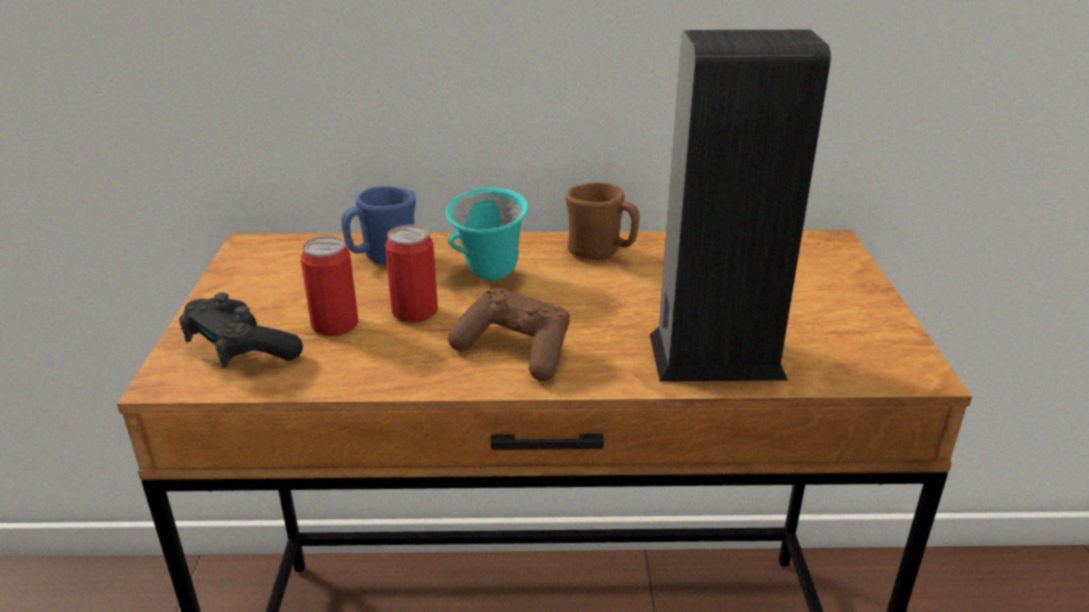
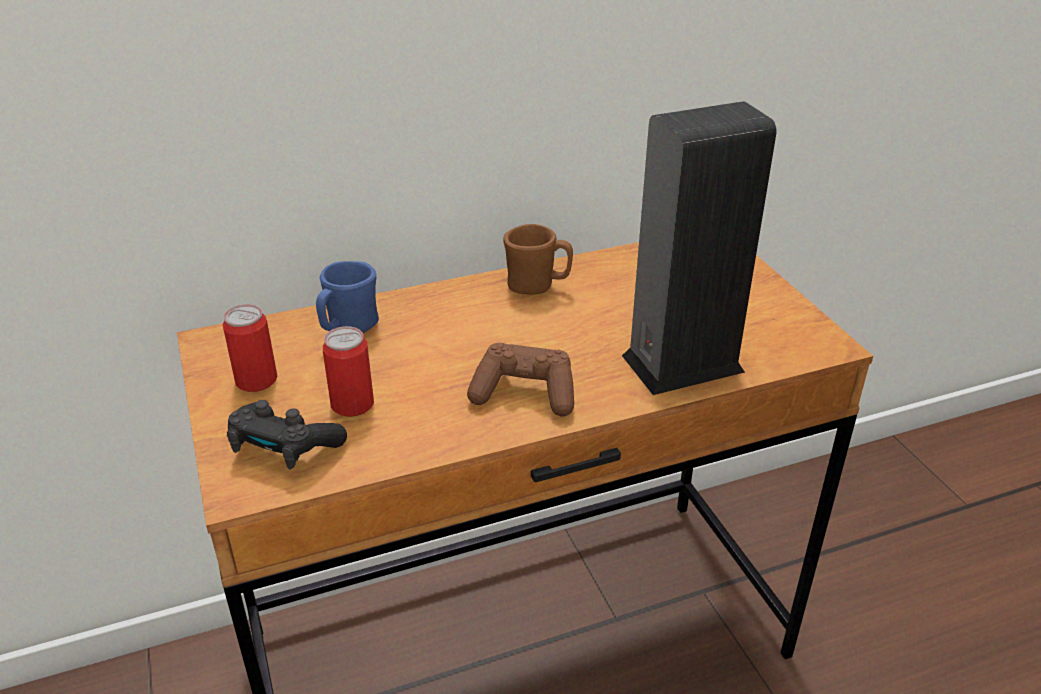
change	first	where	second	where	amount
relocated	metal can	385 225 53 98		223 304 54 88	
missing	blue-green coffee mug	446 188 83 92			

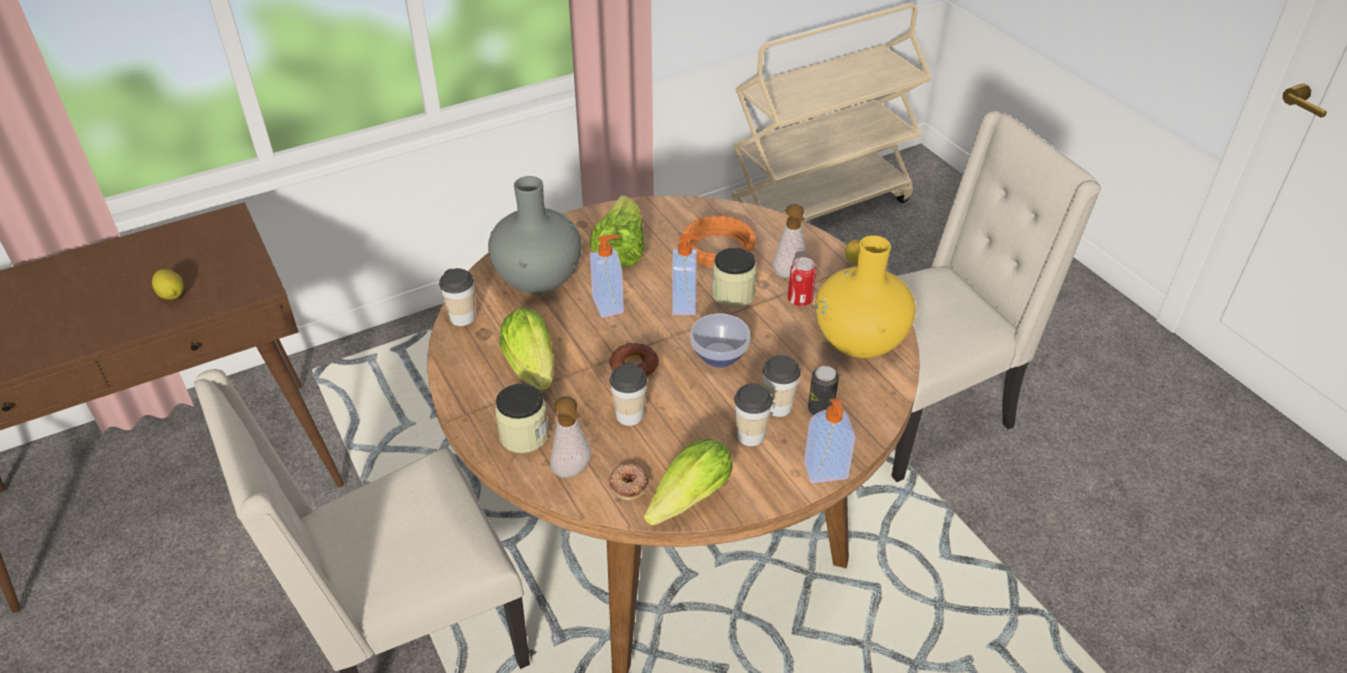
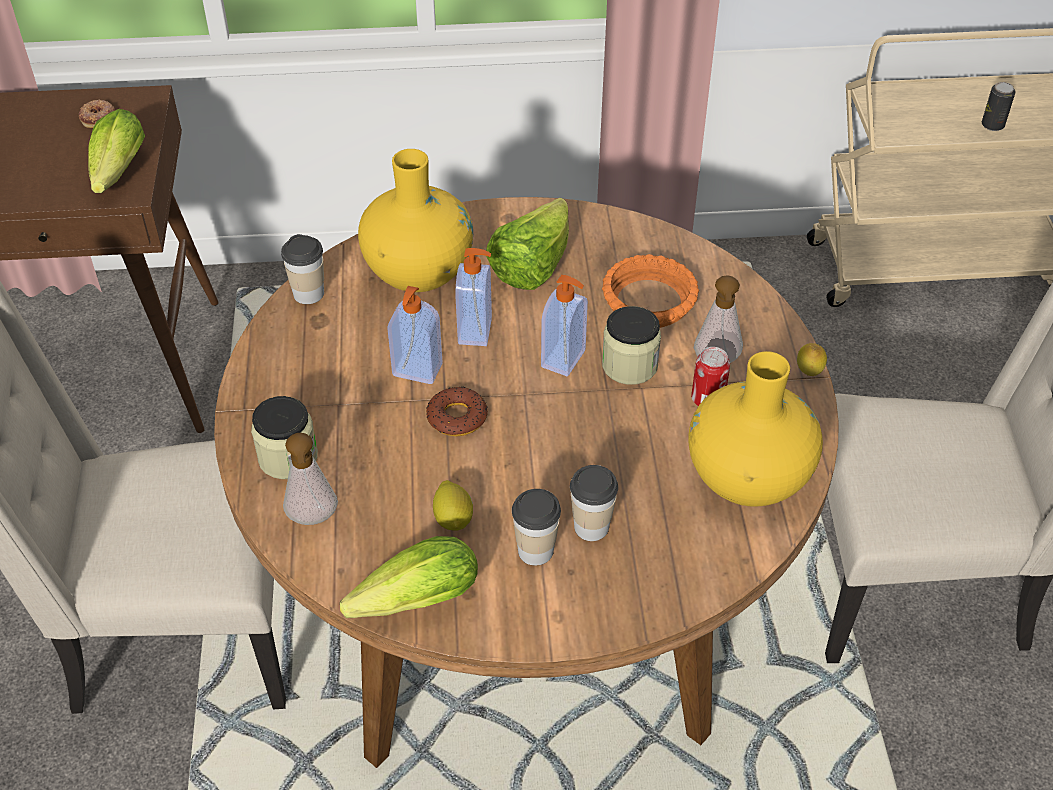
change	first	where	second	where	amount
relocated	doughnut	609 464 40 37		79 100 36 28	
relocated	head of lettuce	499 308 55 82		88 109 57 84	
colour	grey flower vase	488 176 94 118	yellow flower vase	358 149 115 143	
relocated	soap dispenser	804 398 52 85		387 286 56 98	
relocated	citrus fruit	152 269 32 31		433 480 40 51	
relocated	metal can	808 366 31 49		982 82 33 49	
missing	drinking cup	609 364 38 62			
missing	serving bowl	690 314 60 53			

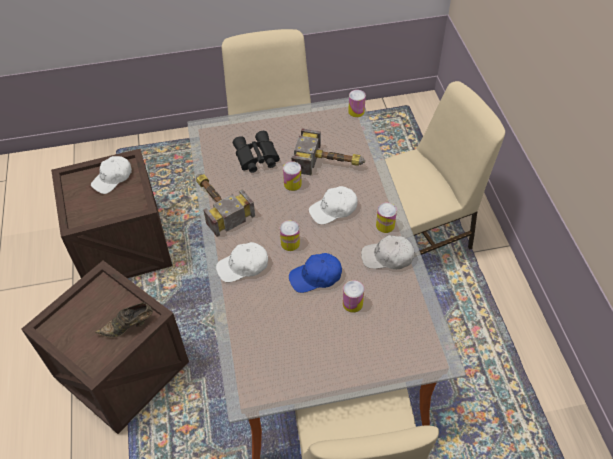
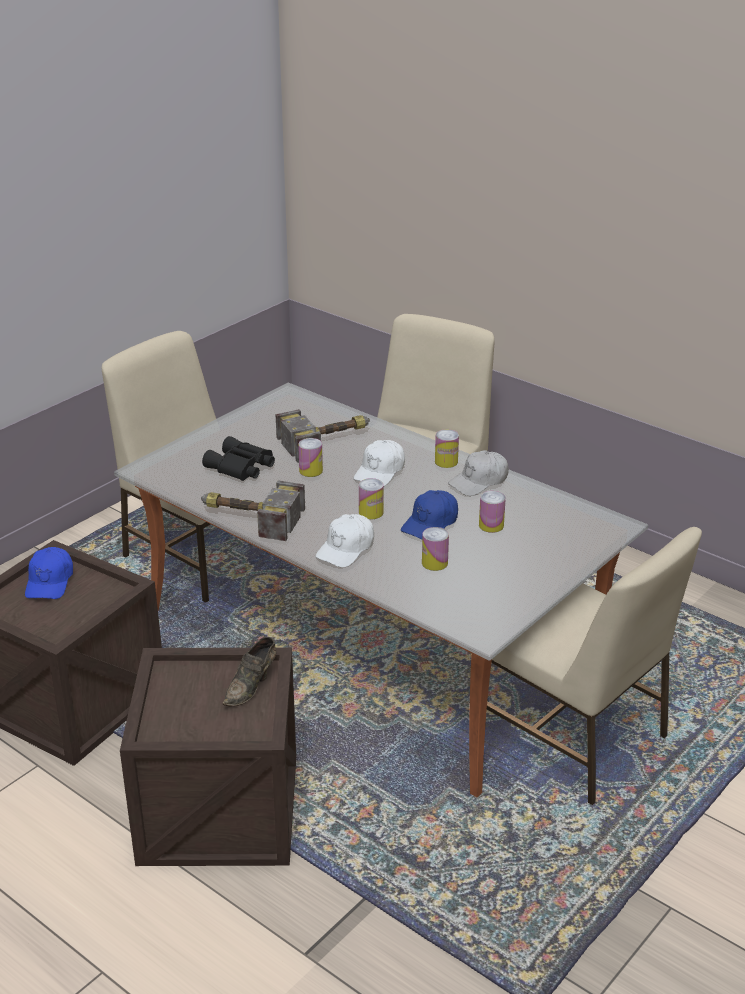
change	first	where	second	where	amount
colour	white-coloured cap	91 156 41 38	blue cap	25 547 48 52	
relocated	metal can	348 90 18 27		422 527 27 44	

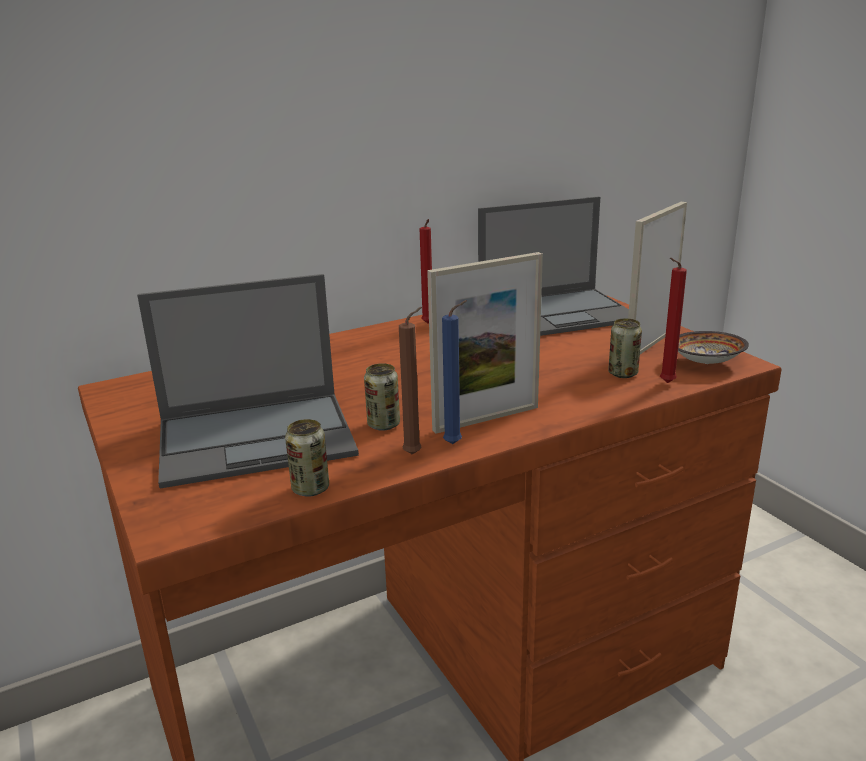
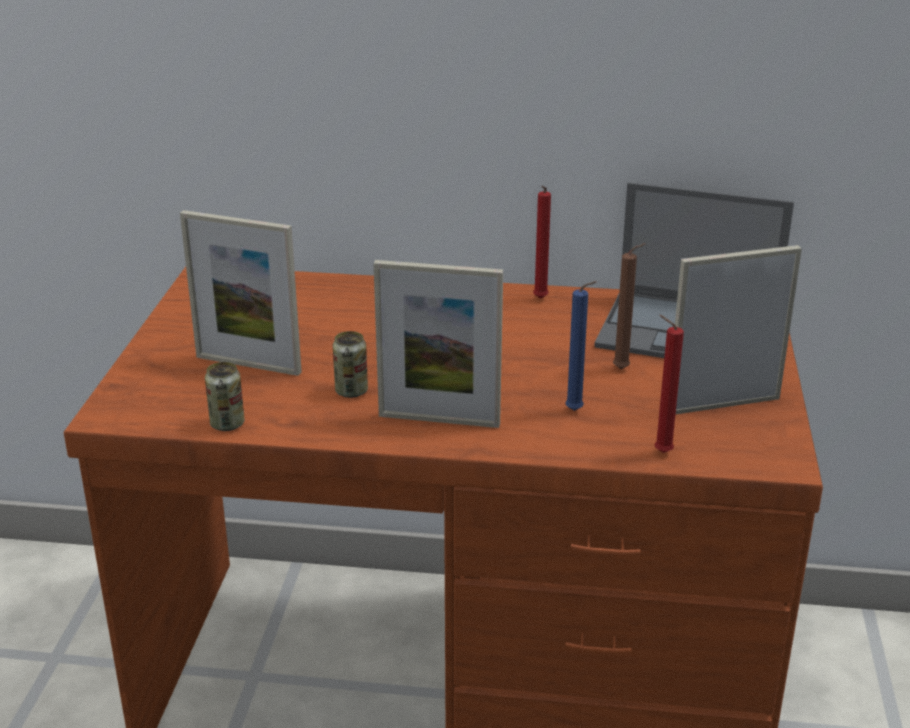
change	first	where	second	where	amount
exchanged	laptop	137 274 222 215	picture frame	180 210 122 166	
relocated	blue wax candle	442 300 25 144		565 281 31 130	
relocated	brown wax candle	399 307 23 148		613 243 33 126	
missing	metal can	608 318 34 60			
missing	serving bowl	678 331 71 33			

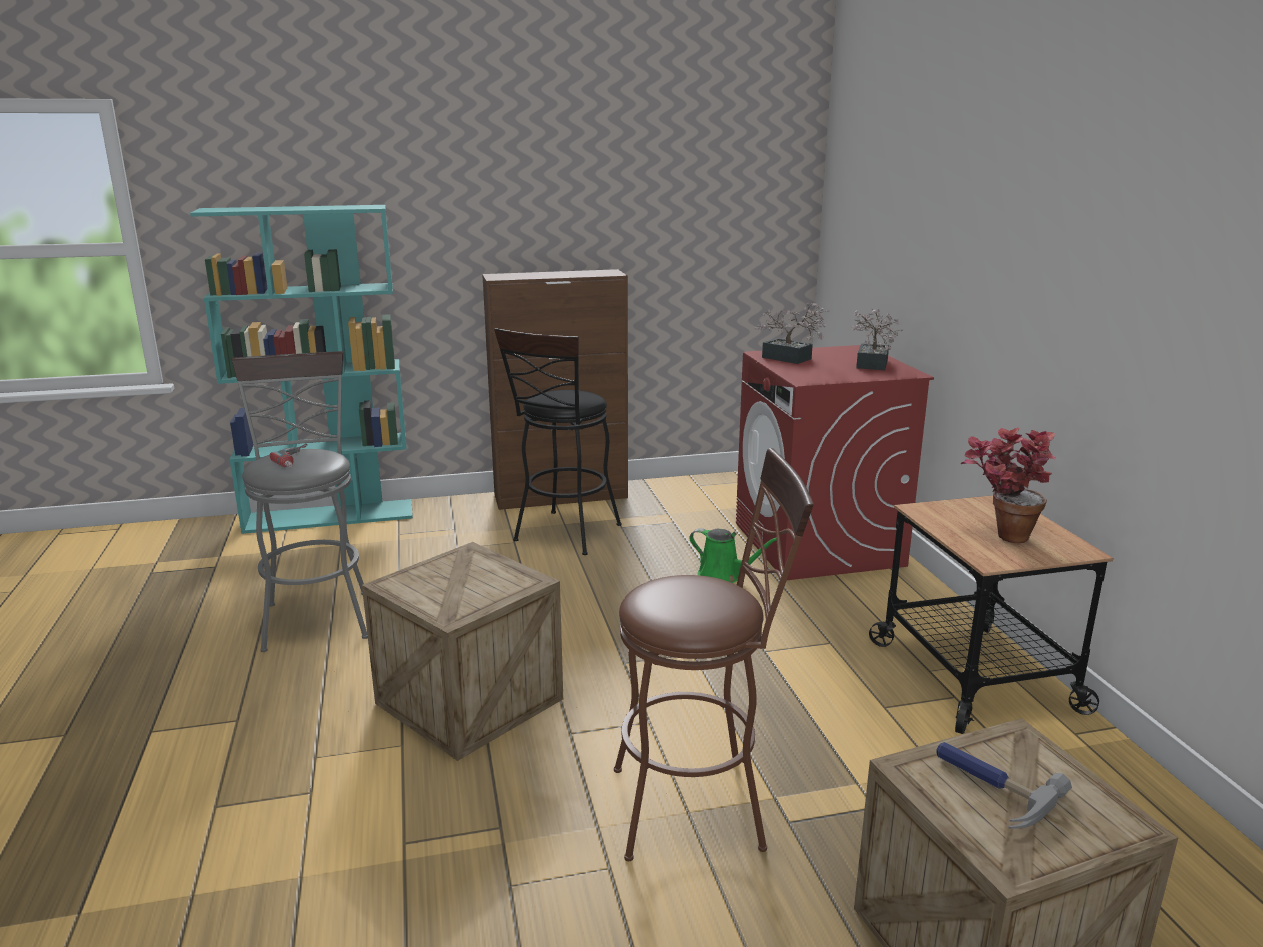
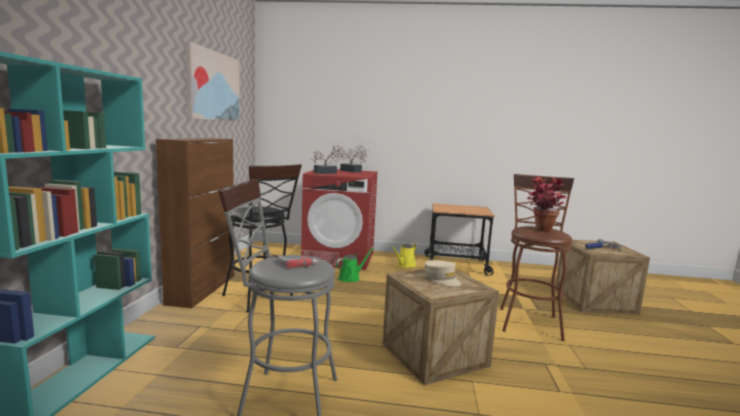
change	first	where	second	where	amount
appeared			wall picture	185 41 55 80	
appeared			yellow watering pot	391 243 25 25	
appeared			beige cap	425 260 36 26	
relocated	plant in a pot	961 428 95 115		527 176 40 56	

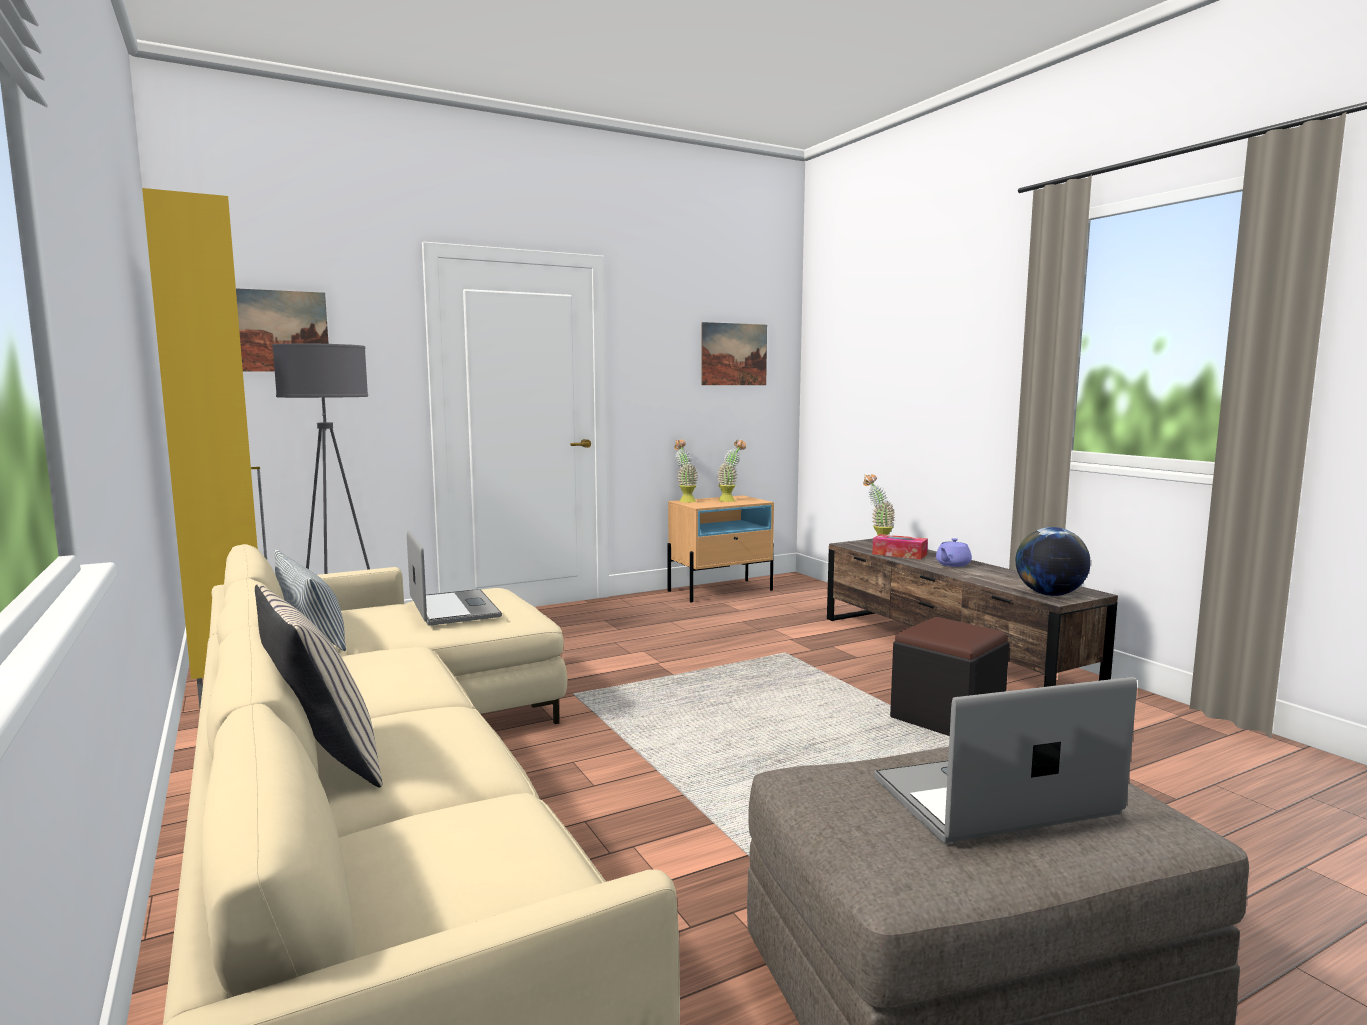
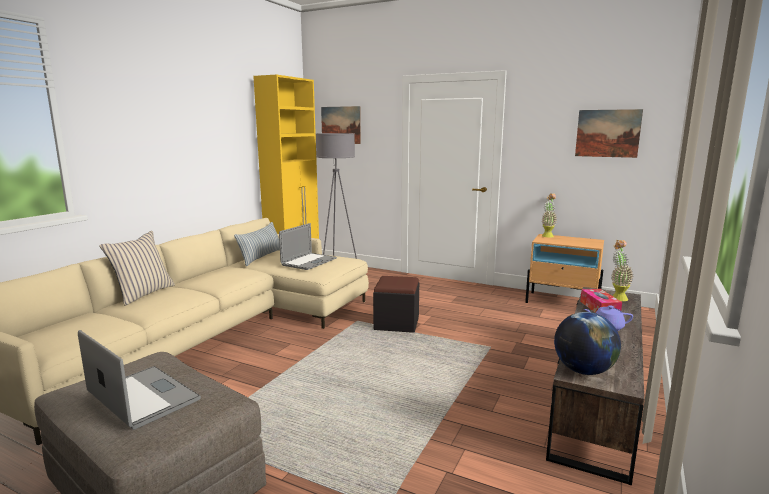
change	first	where	second	where	amount
relocated	black footrest	890 617 119 119		373 276 46 57	
missing	plant in a pot	717 440 29 62			

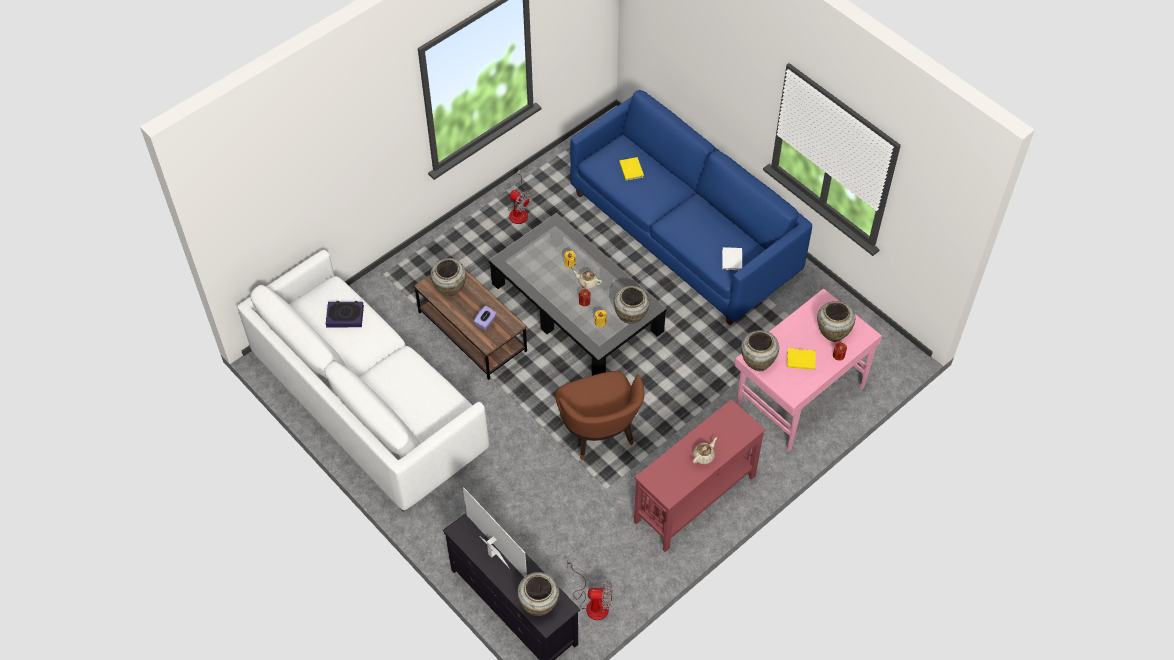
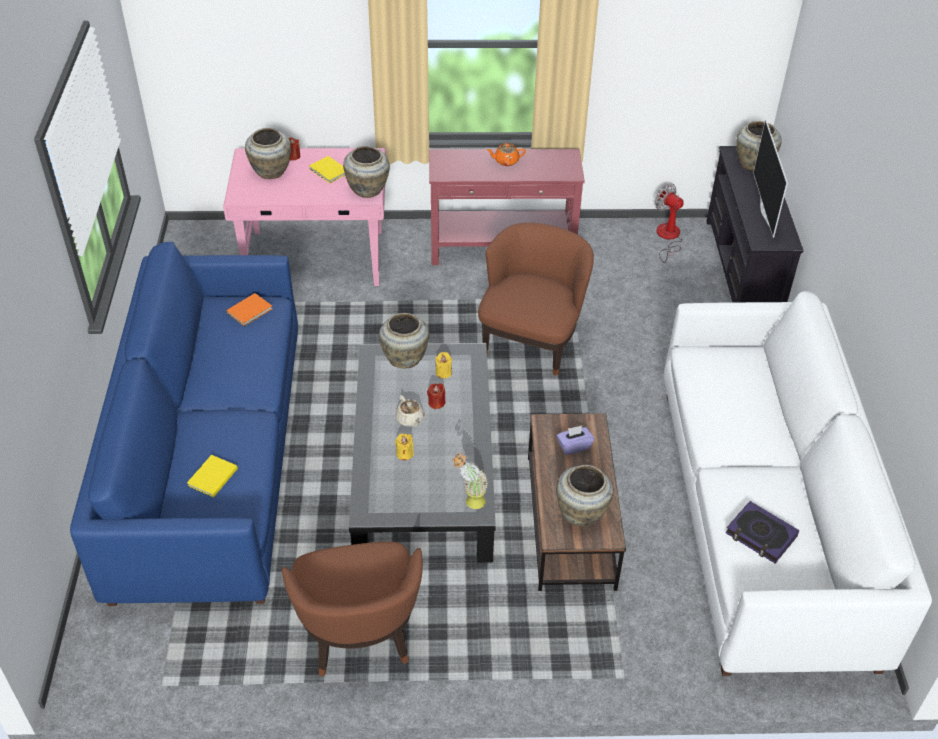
change	first	where	second	where	amount
colour	white-coloured bound book	722 247 20 23	orangey bound book	227 293 45 33	
exchanged	electric fan	508 169 24 55	brown lounge chair	282 542 141 135	
appeared			plant in a pot	452 453 36 56	
colour	beige pot for tea	693 438 24 26	orangey pot for tea	486 143 40 23	

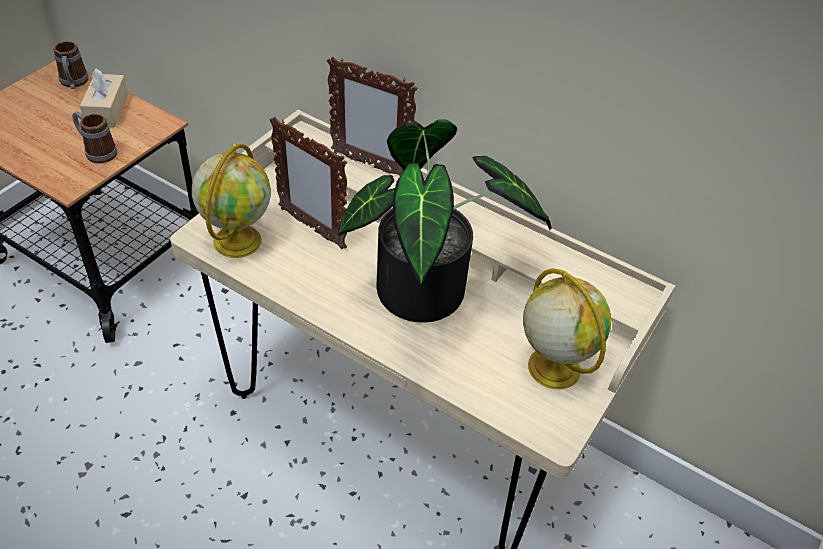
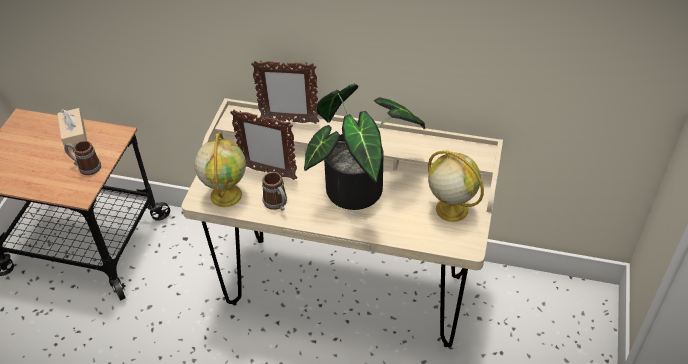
change	first	where	second	where	amount
relocated	coffee mug	54 41 35 48		262 172 25 39	

